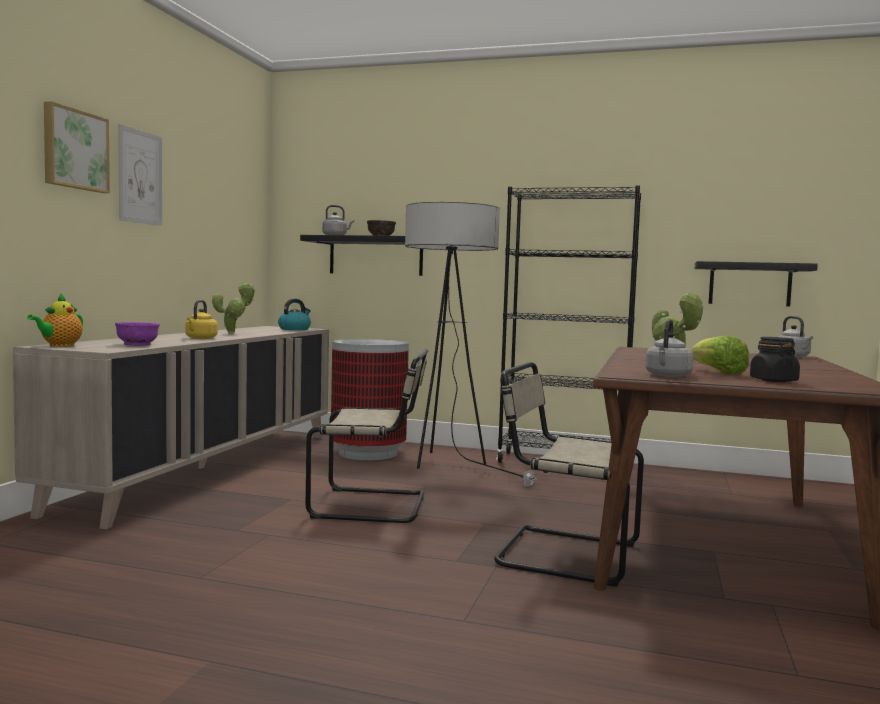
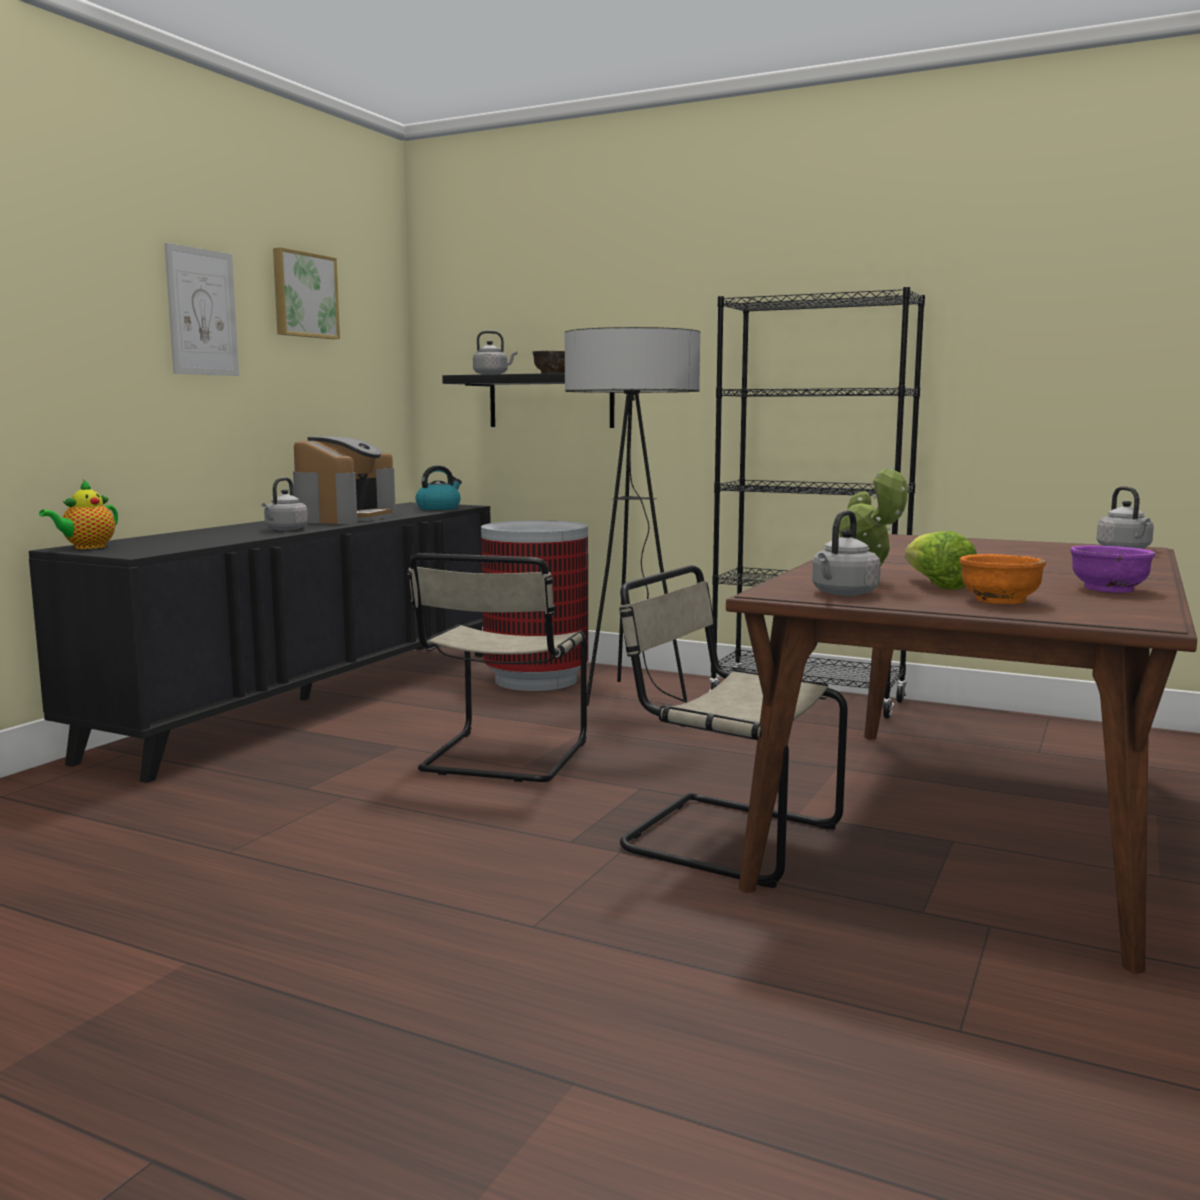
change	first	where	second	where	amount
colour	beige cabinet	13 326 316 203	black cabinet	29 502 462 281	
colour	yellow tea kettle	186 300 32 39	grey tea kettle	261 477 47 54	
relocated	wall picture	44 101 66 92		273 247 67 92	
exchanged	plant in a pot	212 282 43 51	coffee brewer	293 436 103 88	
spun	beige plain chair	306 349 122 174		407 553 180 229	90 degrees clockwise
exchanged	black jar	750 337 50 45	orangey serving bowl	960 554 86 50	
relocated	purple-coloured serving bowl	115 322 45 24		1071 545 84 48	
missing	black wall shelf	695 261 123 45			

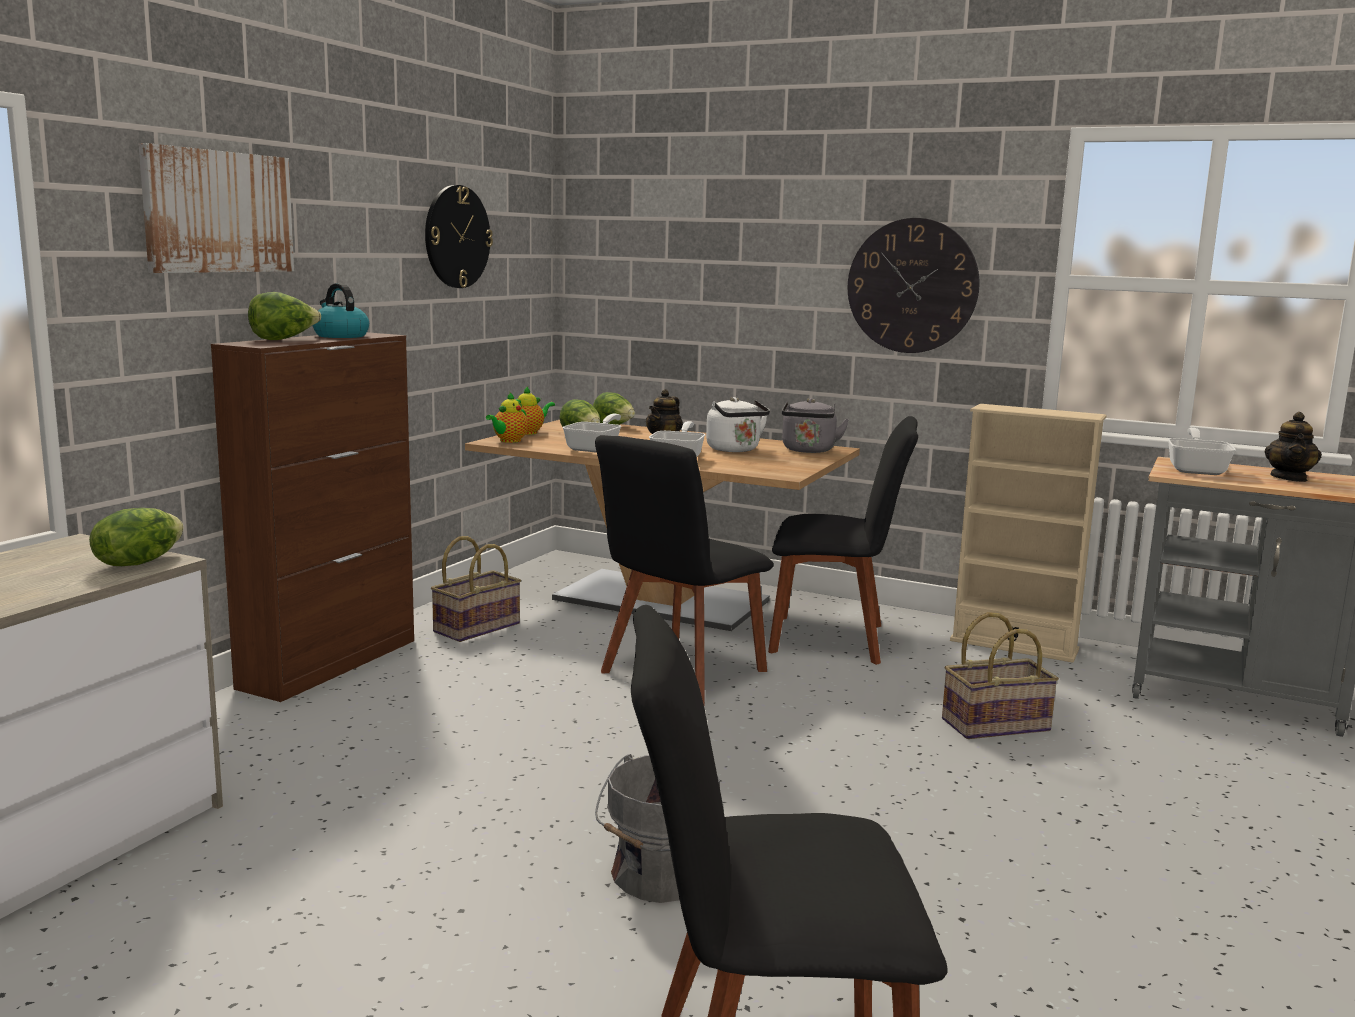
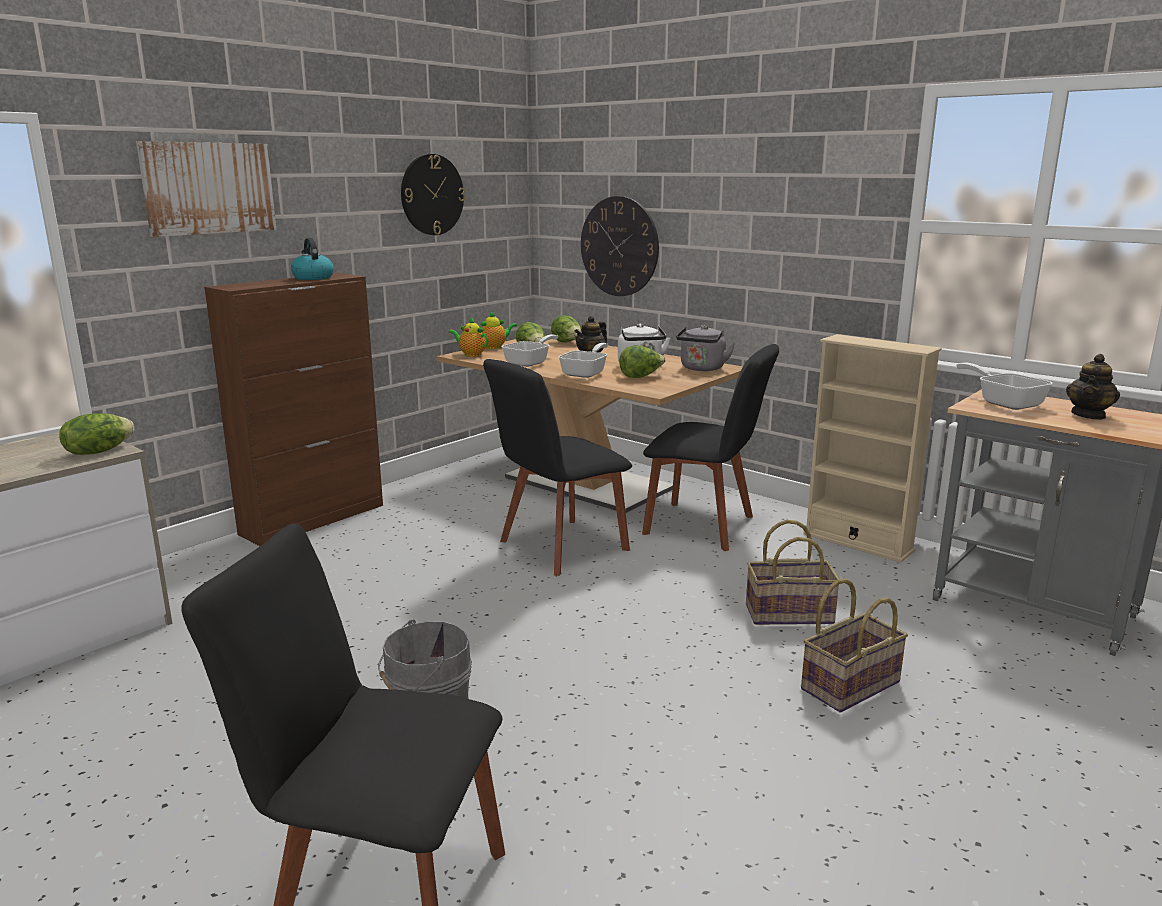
change	first	where	second	where	amount
spun	pot for tea	486 392 42 51		449 317 39 40	75 degrees clockwise
relocated	clock on the wall	848 218 131 135		581 196 78 100	
relocated	head of lettuce	248 292 73 48		619 345 47 33	
relocated	household basket	431 536 90 106		801 578 107 135	
spun	skillet	1168 428 68 47		956 363 97 47	60 degrees counterclockwise

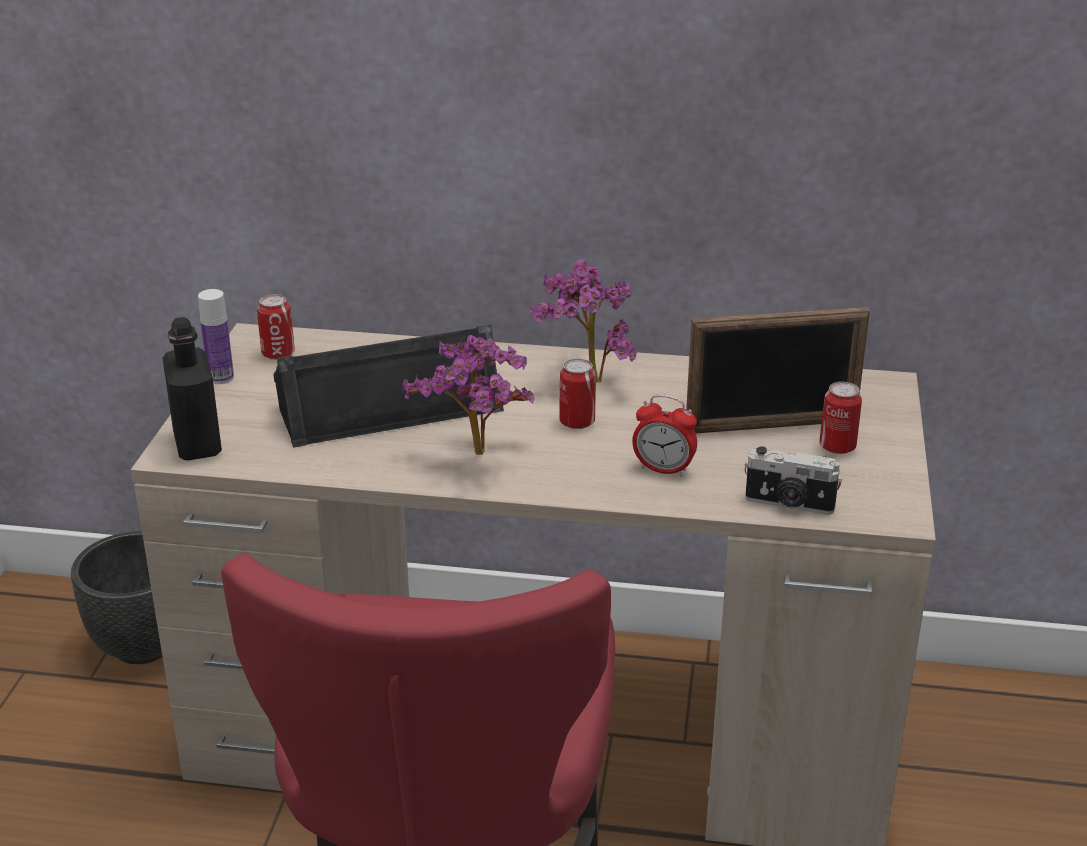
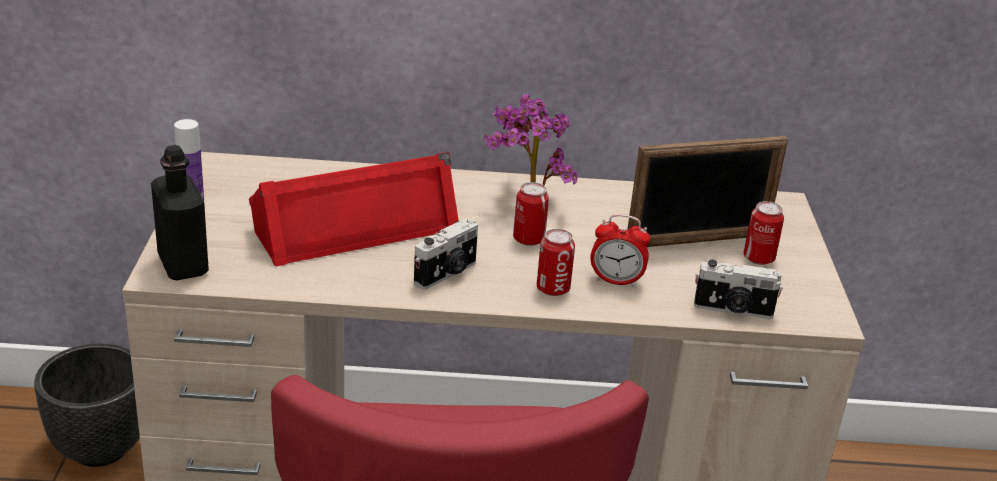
change	first	where	second	where	amount
colour	black loudspeaker	273 324 231 123	red loudspeaker	249 152 210 114	
exchanged	plant in a pot	402 334 133 121	still camera	414 218 64 72	
relocated	metal can	257 294 38 66		536 229 39 67	

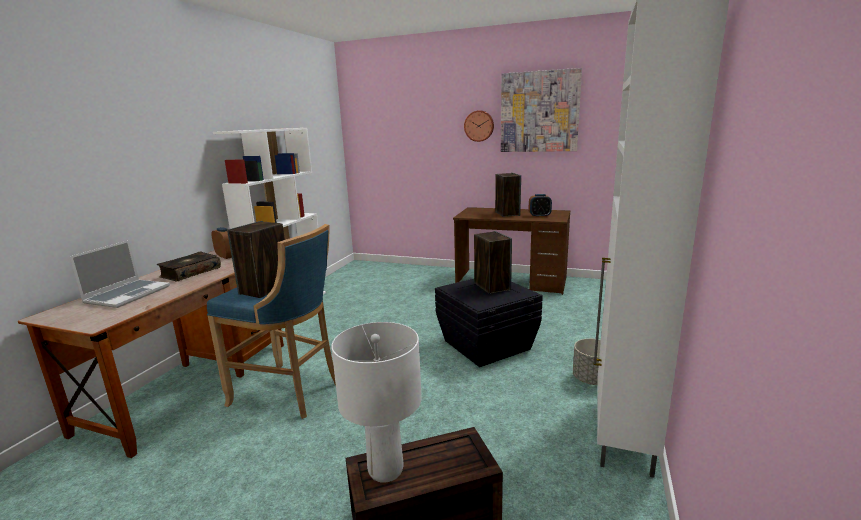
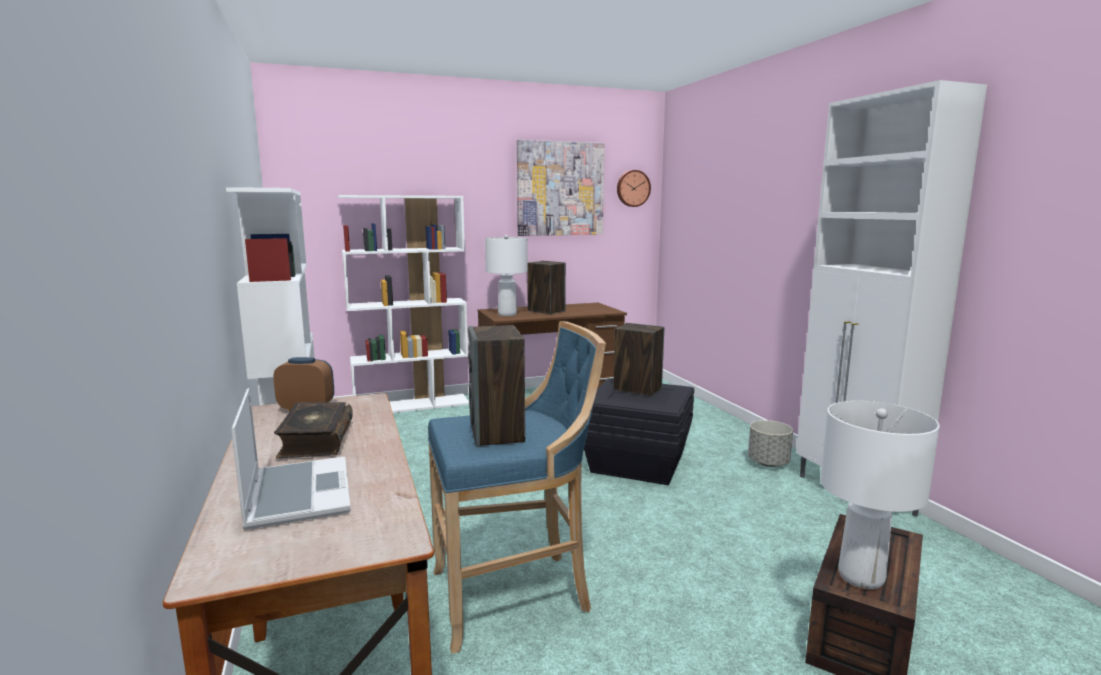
change	first	where	second	where	amount
appeared			white-coloured shelving unit	338 195 131 218	
appeared			white-coloured table lamp	485 235 43 81	
relocated	clock on the wall	464 110 30 32		617 170 34 37	
missing	table clock	529 194 23 23			

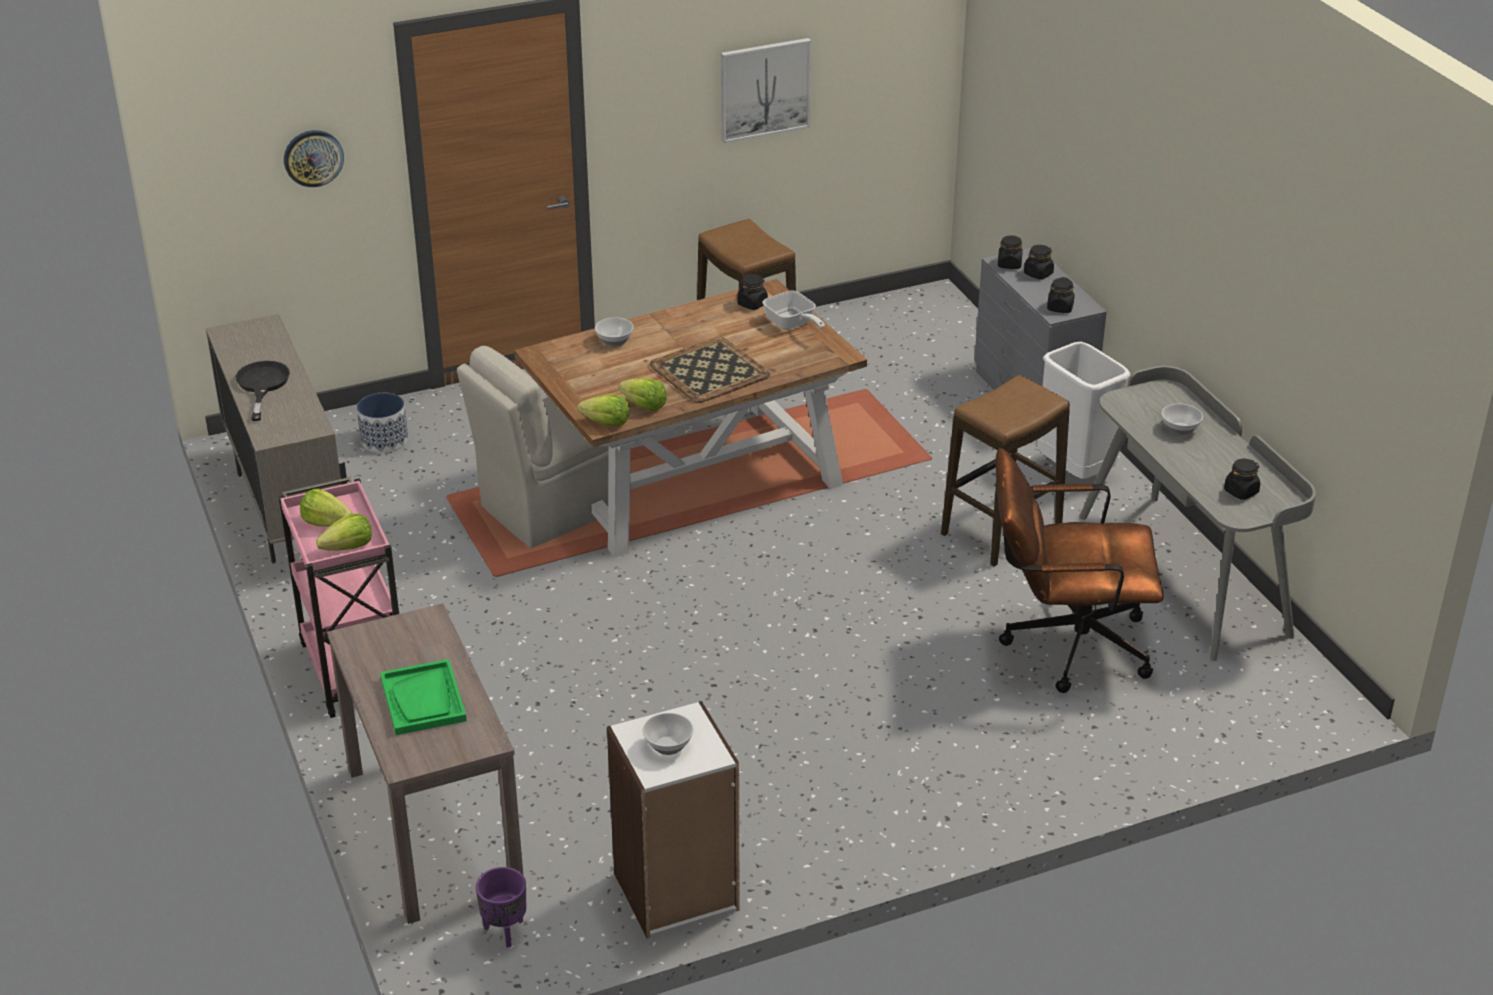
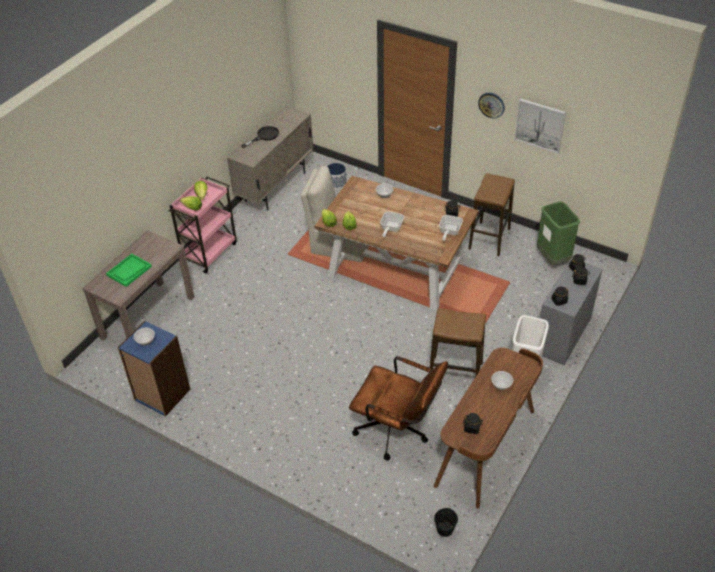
change	first	where	second	where	amount
colour	white-coloured shelving unit	607 701 133 238	blue shelving unit	117 321 73 96	
spun	brown computer chair	996 448 168 245		349 356 99 104	150 degrees clockwise
exchanged	serving tray	650 337 120 66	skillet	380 211 24 26	
colour	grey desk unit	1079 366 237 295	brown desk unit	434 348 109 161	
appeared			black bucket	434 508 24 29	
relocated	clock on the wall	284 130 60 57		478 93 27 25	
appeared			green waste bin	537 202 43 63	
missing	purple-coloured flower pot	476 867 50 81			

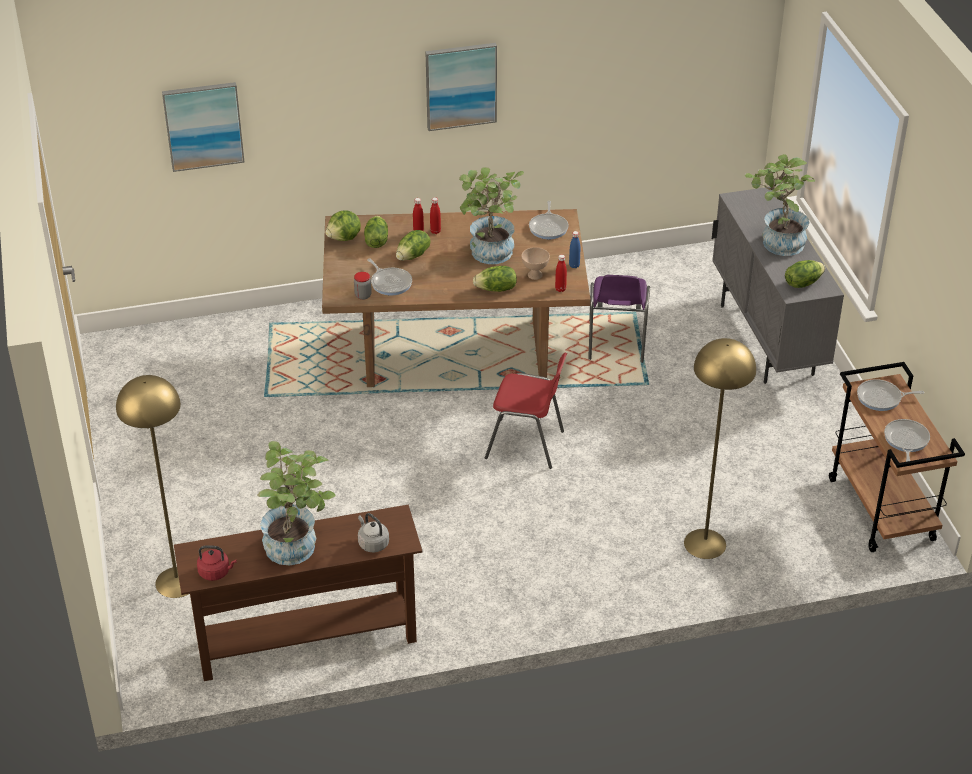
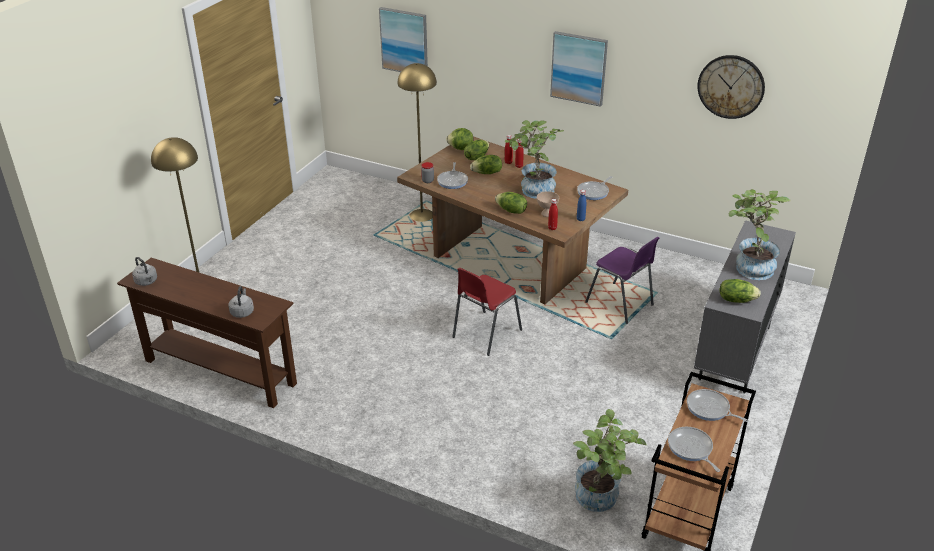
change	first	where	second	where	amount
colour	red tea kettle	197 545 40 36	grey tea kettle	132 257 25 29	
relocated	yellow floor lamp	684 338 72 221		398 63 39 159	
spun	red plain chair	485 352 82 117		452 268 70 88	75 degrees clockwise
relocated	plant in a pot	257 441 79 125		573 409 74 103	
spun	purple-coloured plain chair	588 275 62 88		585 237 74 87	90 degrees counterclockwise
spun	skillet	884 419 46 43		668 427 52 45	75 degrees counterclockwise
appeared			clock on the wall	698 55 67 64	

